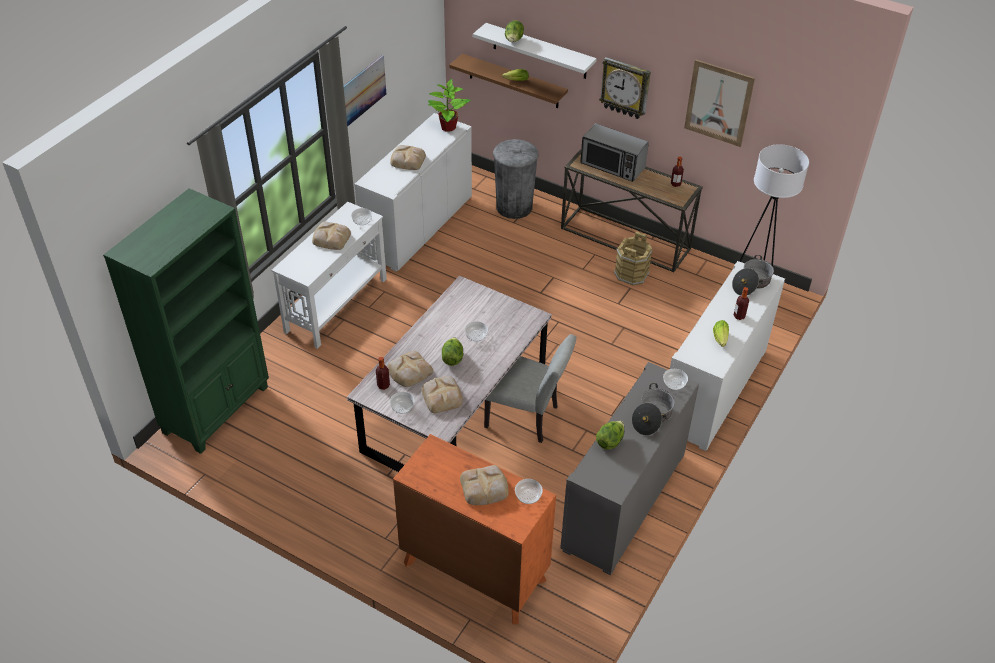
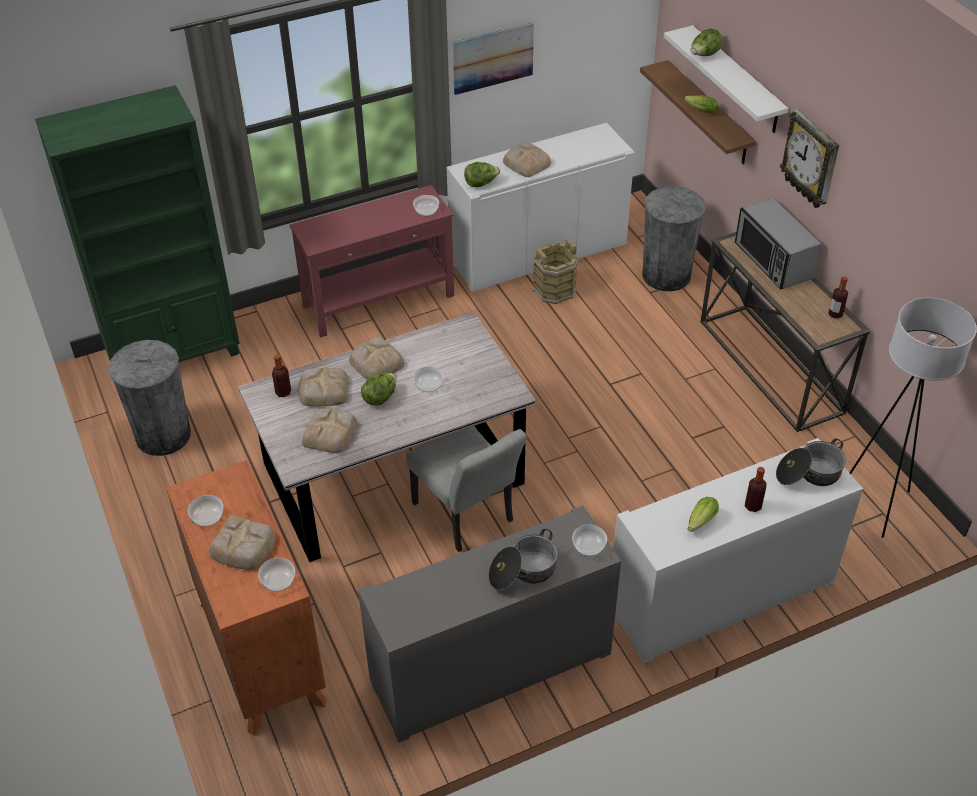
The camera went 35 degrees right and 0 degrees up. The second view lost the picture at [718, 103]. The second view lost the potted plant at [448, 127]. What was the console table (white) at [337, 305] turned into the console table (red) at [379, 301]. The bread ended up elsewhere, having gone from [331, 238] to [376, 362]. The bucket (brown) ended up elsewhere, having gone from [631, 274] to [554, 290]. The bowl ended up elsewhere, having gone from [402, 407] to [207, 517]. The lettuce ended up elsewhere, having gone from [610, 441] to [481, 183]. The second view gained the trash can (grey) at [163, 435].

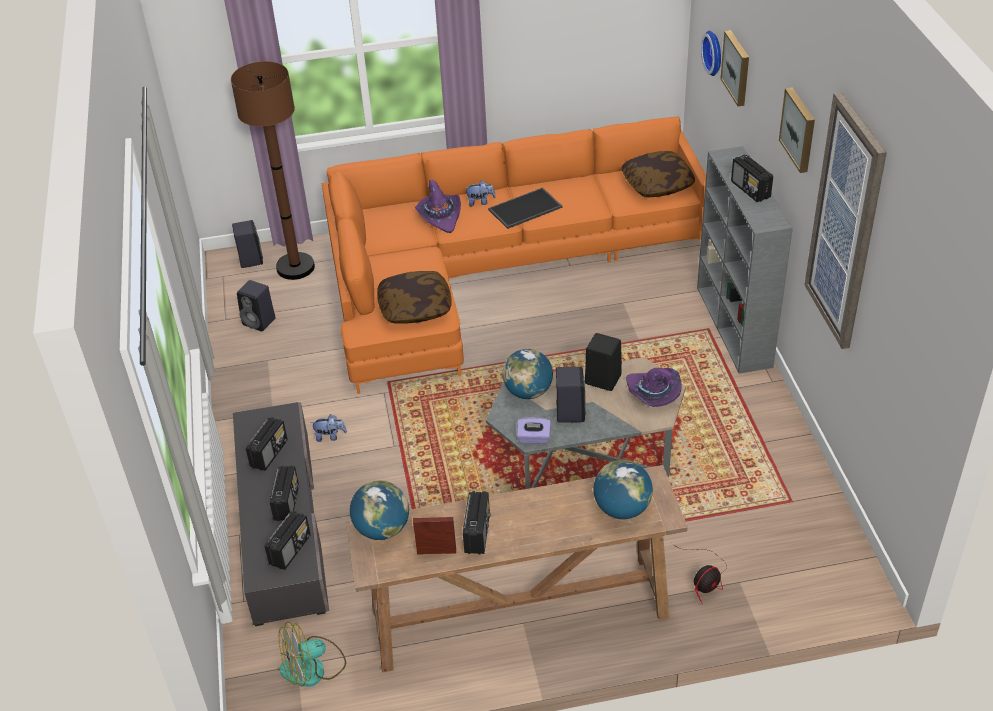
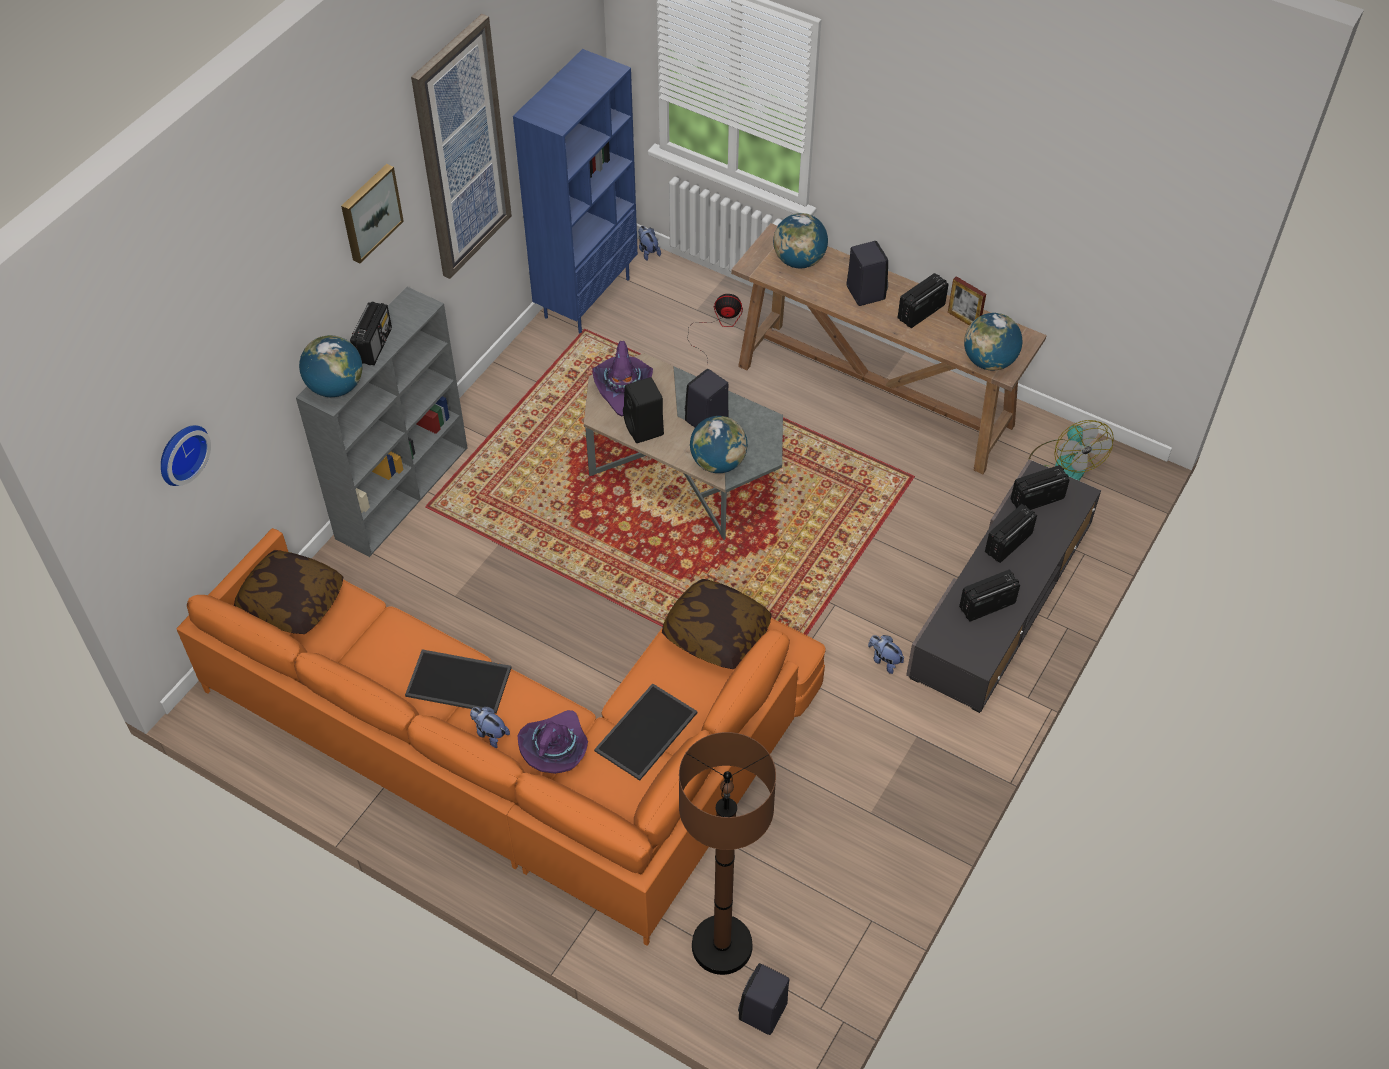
The camera went 140 degrees left and 10 degrees up. The second view lost the picture at [737, 67]. The speaker (black) ended up elsewhere, having gone from [260, 322] to [864, 292]. The second view lost the tissue box (purple) at [534, 438]. The fan at [313, 668] ended up facing another way, 60 degrees clockwise from before. The second view gained the bookcase (blue) at [586, 297]. The second view gained the plush toy at [648, 251]. The second view gained the globe at [336, 387]. The second view gained the tray at [647, 733].

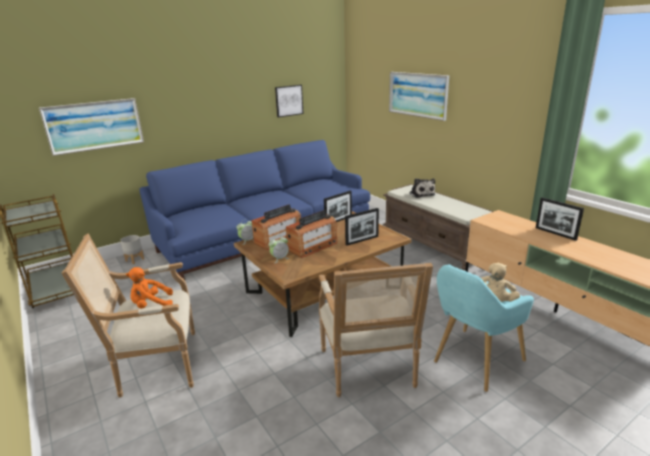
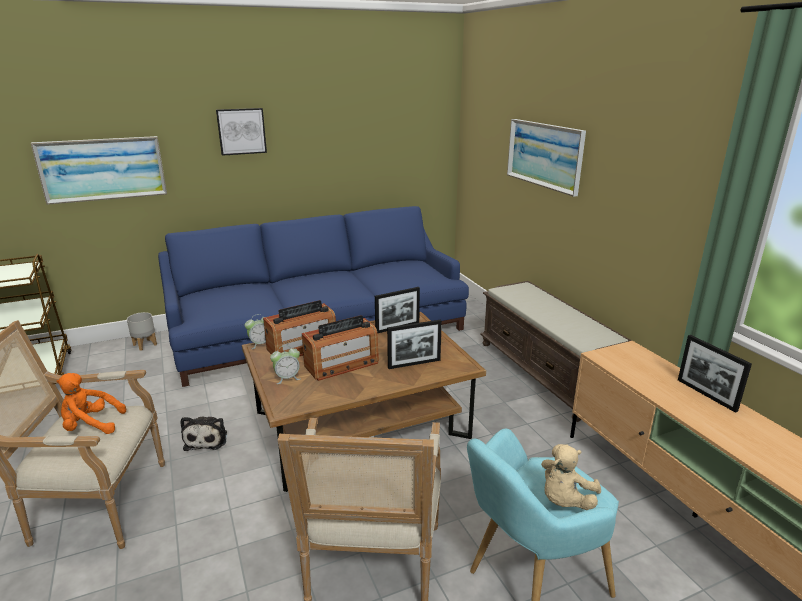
The camera went 10 degrees right and 0 degrees up. The picture ended up elsewhere, having gone from [288, 100] to [241, 131]. The plush toy ended up elsewhere, having gone from [421, 194] to [207, 439].

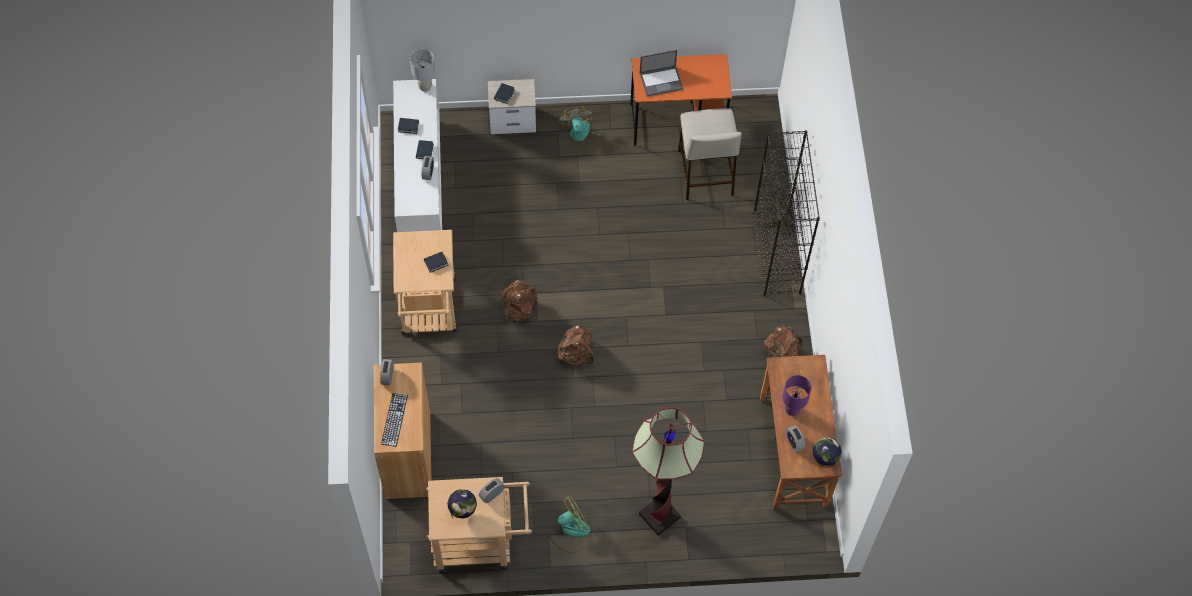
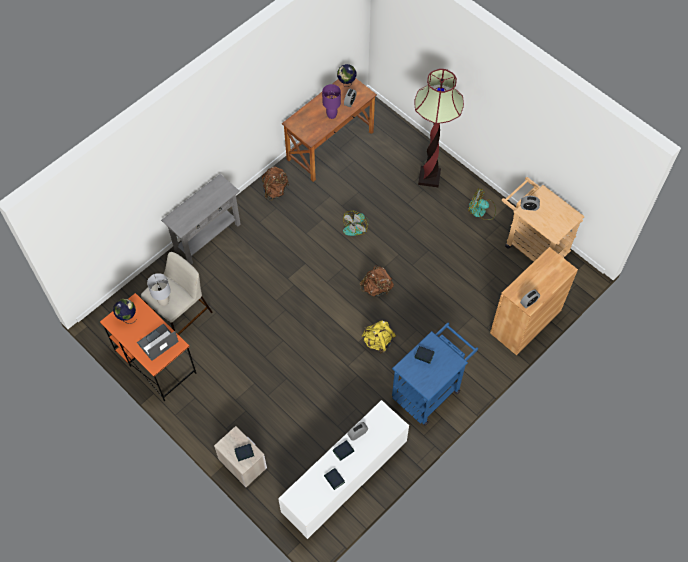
The camera went 130 degrees left and 0 degrees up. The table lamp (grey) ended up elsewhere, having gone from [425, 87] to [164, 301]. The laptop at [661, 81] ended up facing another way, 75 degrees counterclockwise from before. The fan ended up elsewhere, having gone from [581, 136] to [356, 226]. Where the bookcase (black) stood at [777, 253], the console table (grey) came to stand at [207, 237]. What was the cart (beige) at [429, 312] turned into the cart (blue) at [430, 389]. What was the backpack (brown) at [519, 309] turned into the backpack (yellow) at [378, 341]. The second view lost the keyboard at [394, 419]. The globe ended up elsewhere, having gone from [463, 512] to [127, 317].

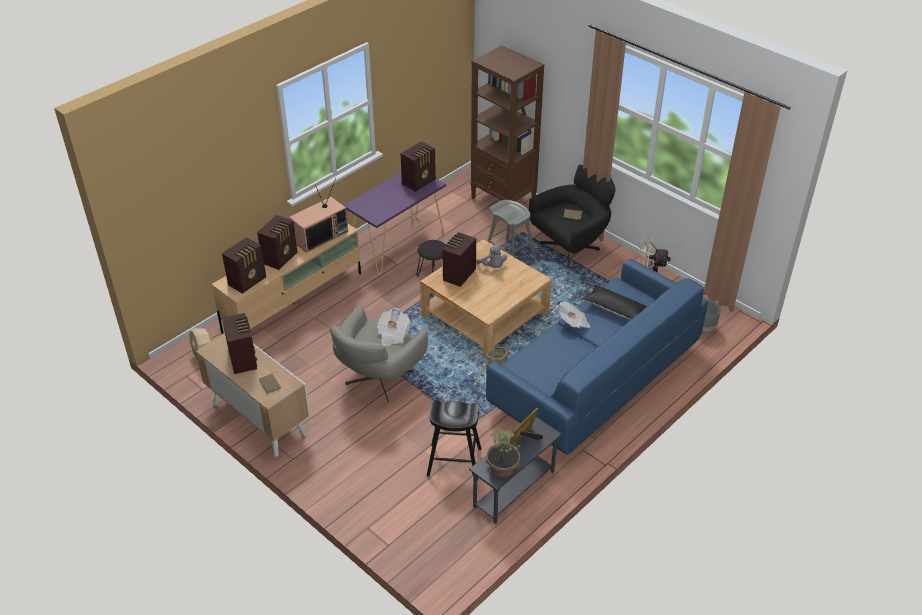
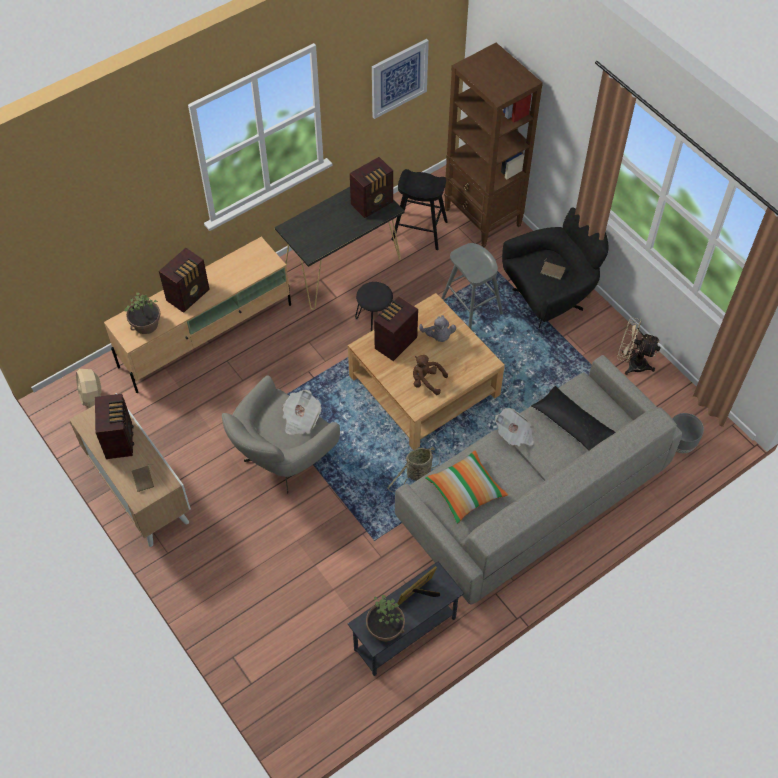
The camera went 10 degrees right and 15 degrees up. What was the console table (purple) at [398, 244] turned into the console table (black) at [342, 267]. The second view lost the television at [320, 235]. Where the radio stood at [248, 281], the potted plant came to stand at [146, 324]. What was the sofa (blue) at [593, 379] turned into the sofa (grey) at [531, 497]. The stool (black) ended up elsewhere, having gone from [454, 462] to [419, 231]. The second view gained the picture at [399, 78]. The second view gained the plush toy (brown) at [426, 381]. The second view gained the pillow at [465, 491].

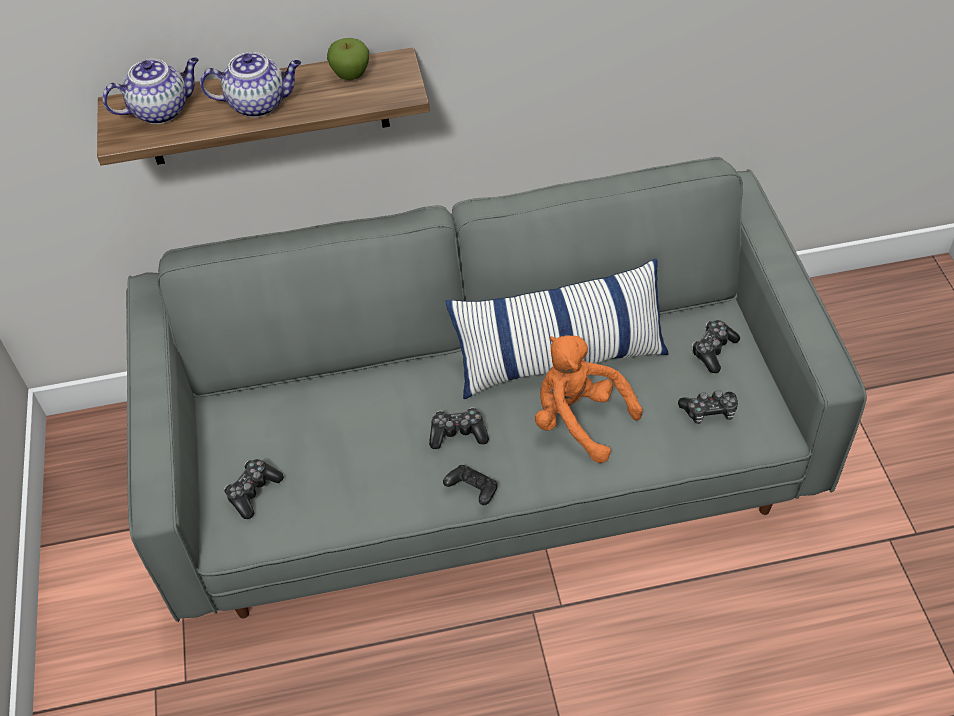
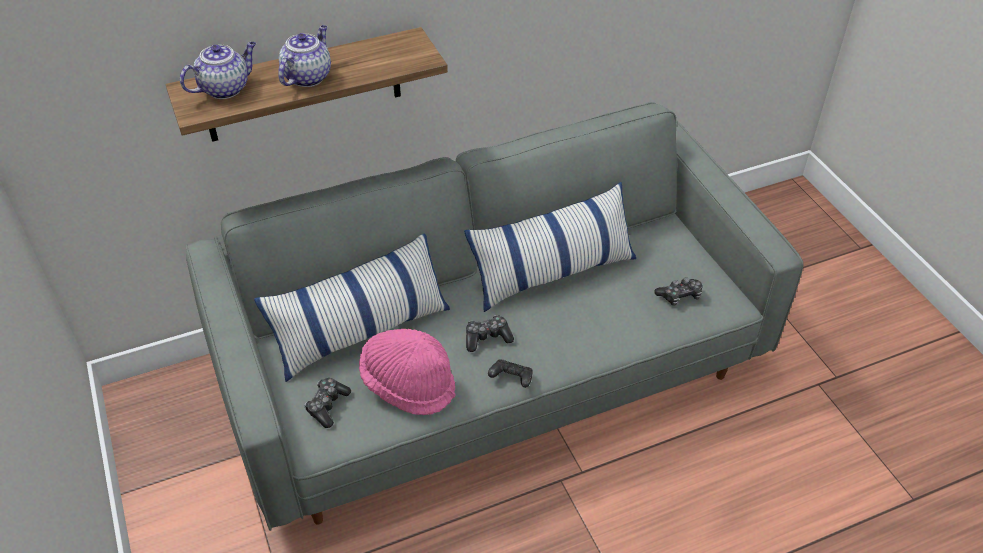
The camera went 15 degrees left and 5 degrees down. The second view lost the apple at [351, 75]. The teapot at [259, 104] ended up facing another way, 45 degrees counterclockwise from before. The second view lost the game controller at [713, 350]. The second view lost the plush toy (orange) at [579, 419]. The second view gained the pillow at [361, 331]. The second view gained the hat (pink) at [408, 384].

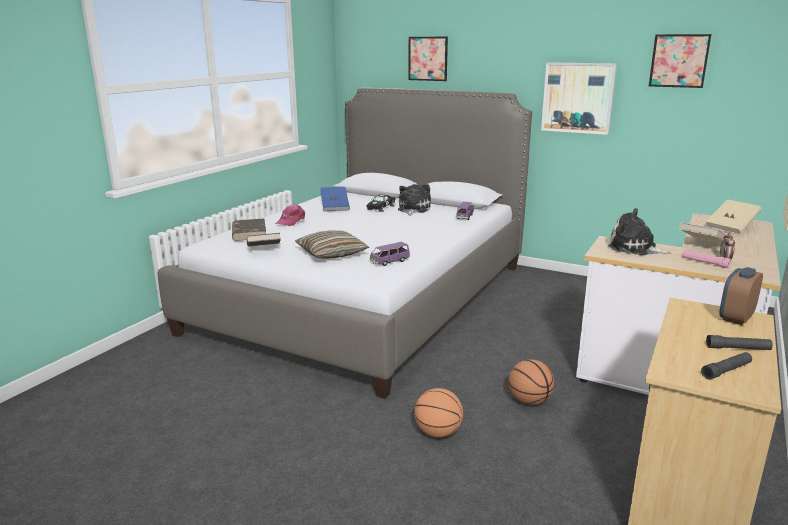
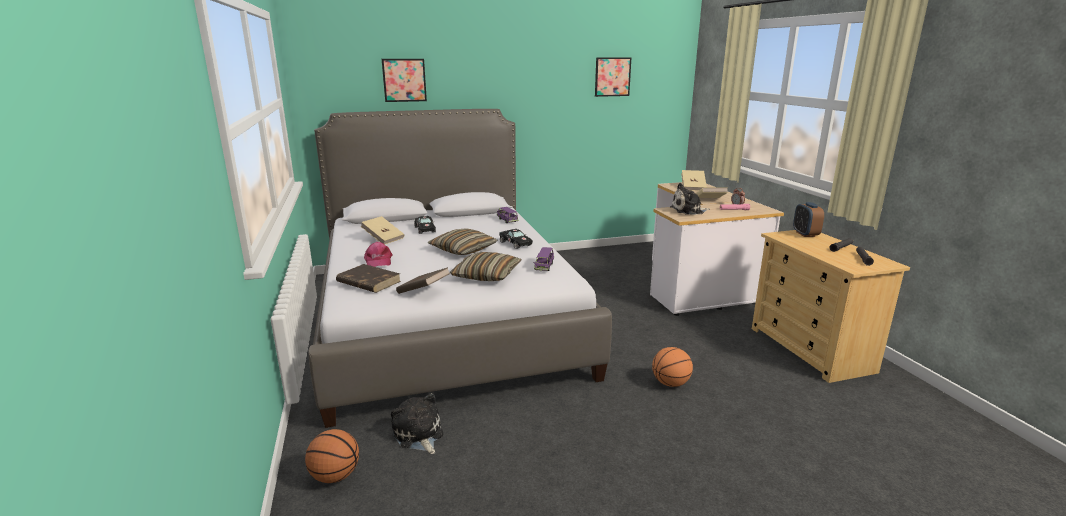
The camera went 45 degrees left and 0 degrees up. The second view lost the picture at [577, 98]. The plush toy ended up elsewhere, having gone from [413, 209] to [418, 435]. What was the book (blue) at [335, 207] turned into the book (beige) at [383, 239]. The basketball ended up elsewhere, having gone from [529, 401] to [335, 476]. The second view gained the pillow at [463, 250]. The second view gained the toy car (black) at [515, 243].

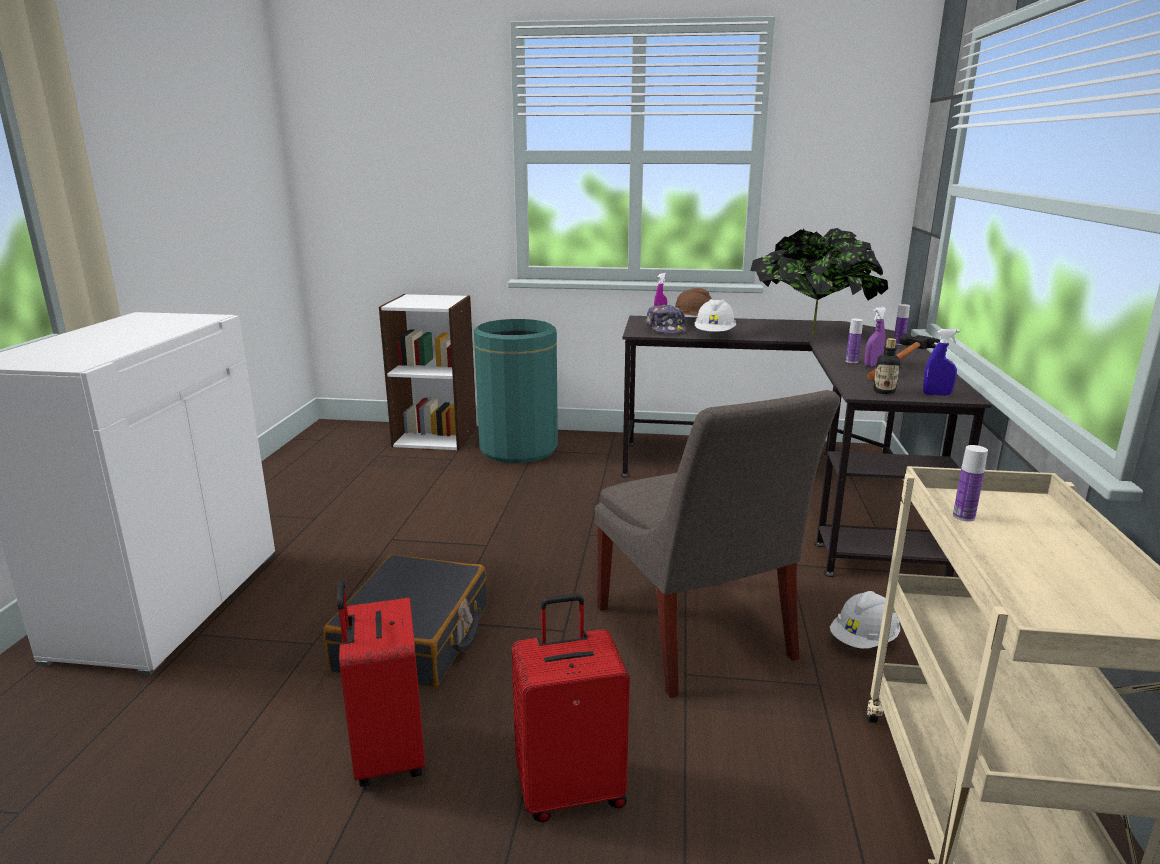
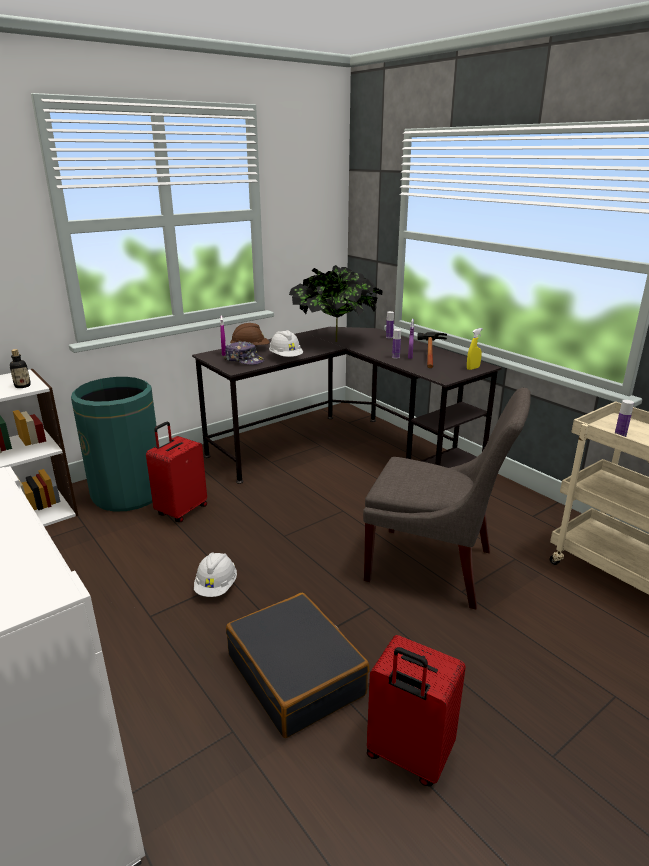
The camera went 45 degrees left and 5 degrees up. What was the spray bottle (blue) at [937, 394] turned into the spray bottle (yellow) at [473, 368]. The bottle ended up elsewhere, having gone from [884, 391] to [22, 386]. The hard hat (white) ended up elsewhere, having gone from [863, 640] to [216, 587]. The suitcase (red) ended up elsewhere, having gone from [570, 789] to [181, 510].

